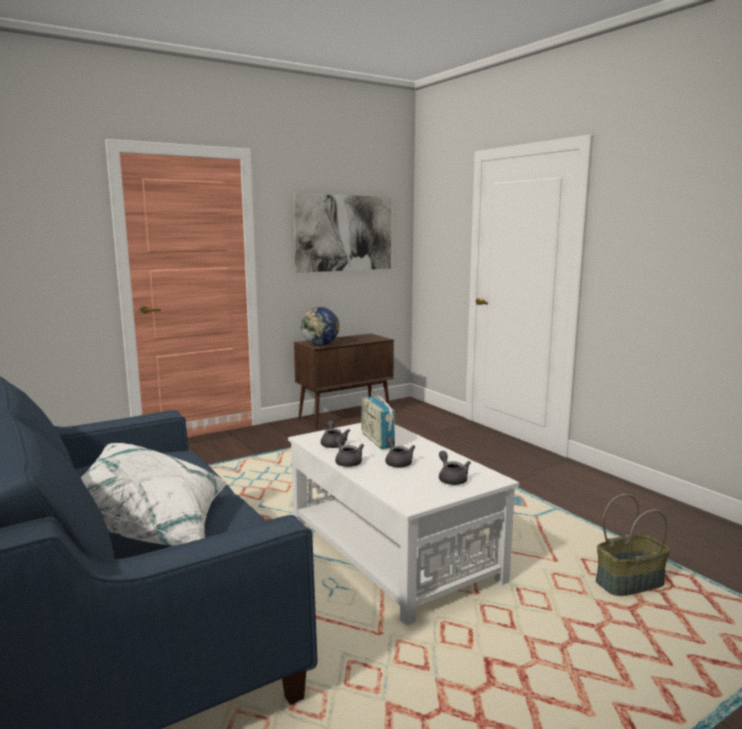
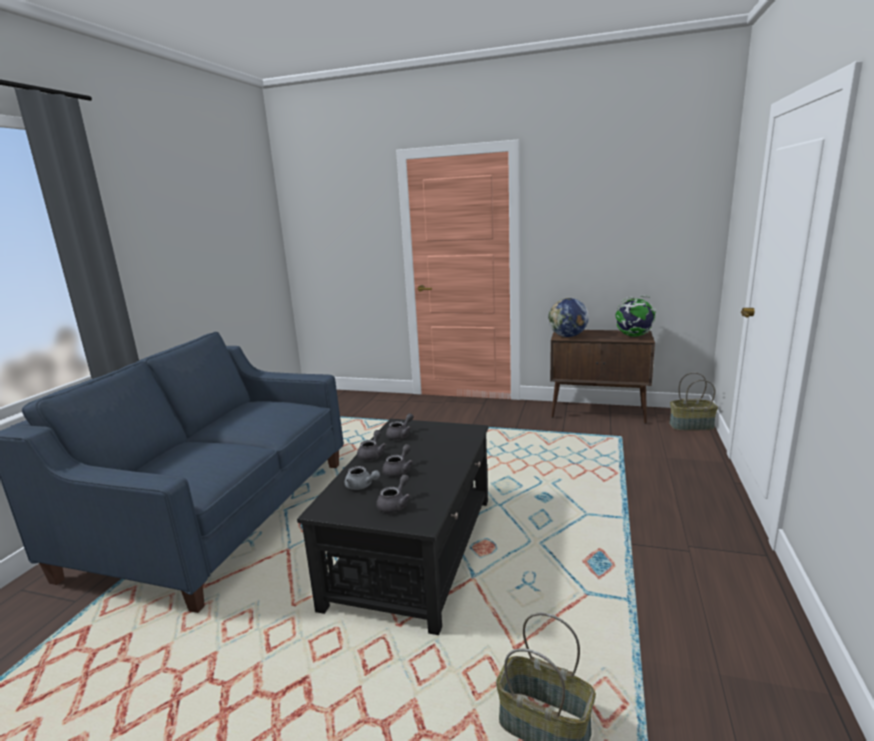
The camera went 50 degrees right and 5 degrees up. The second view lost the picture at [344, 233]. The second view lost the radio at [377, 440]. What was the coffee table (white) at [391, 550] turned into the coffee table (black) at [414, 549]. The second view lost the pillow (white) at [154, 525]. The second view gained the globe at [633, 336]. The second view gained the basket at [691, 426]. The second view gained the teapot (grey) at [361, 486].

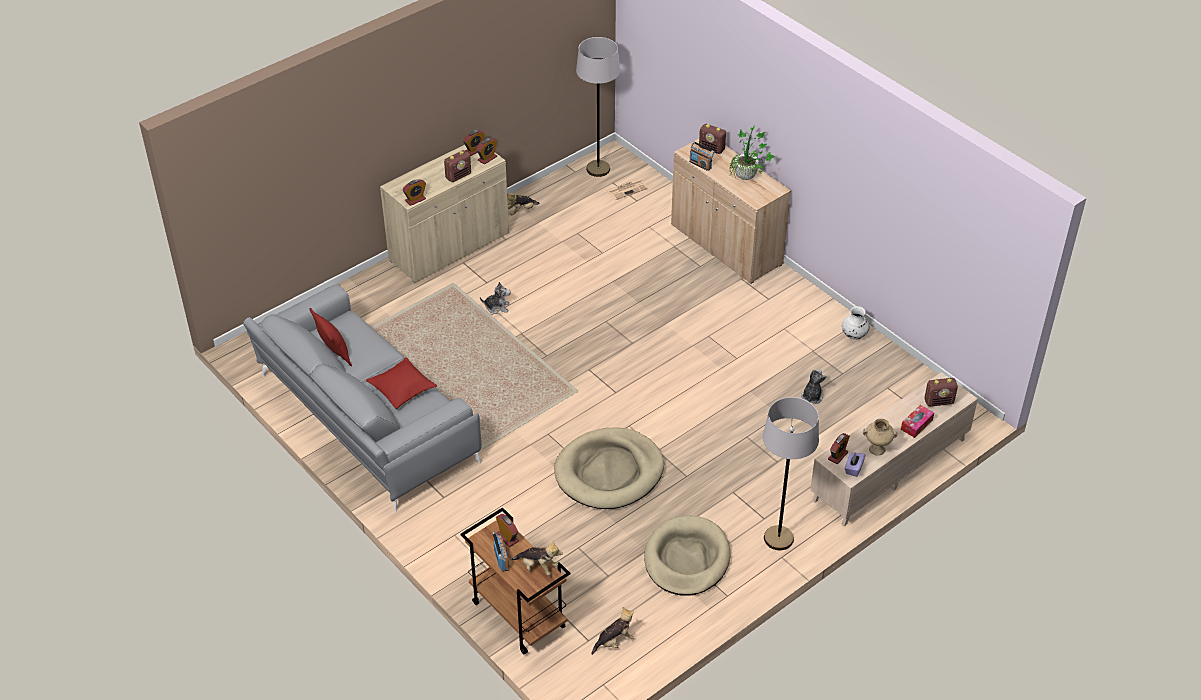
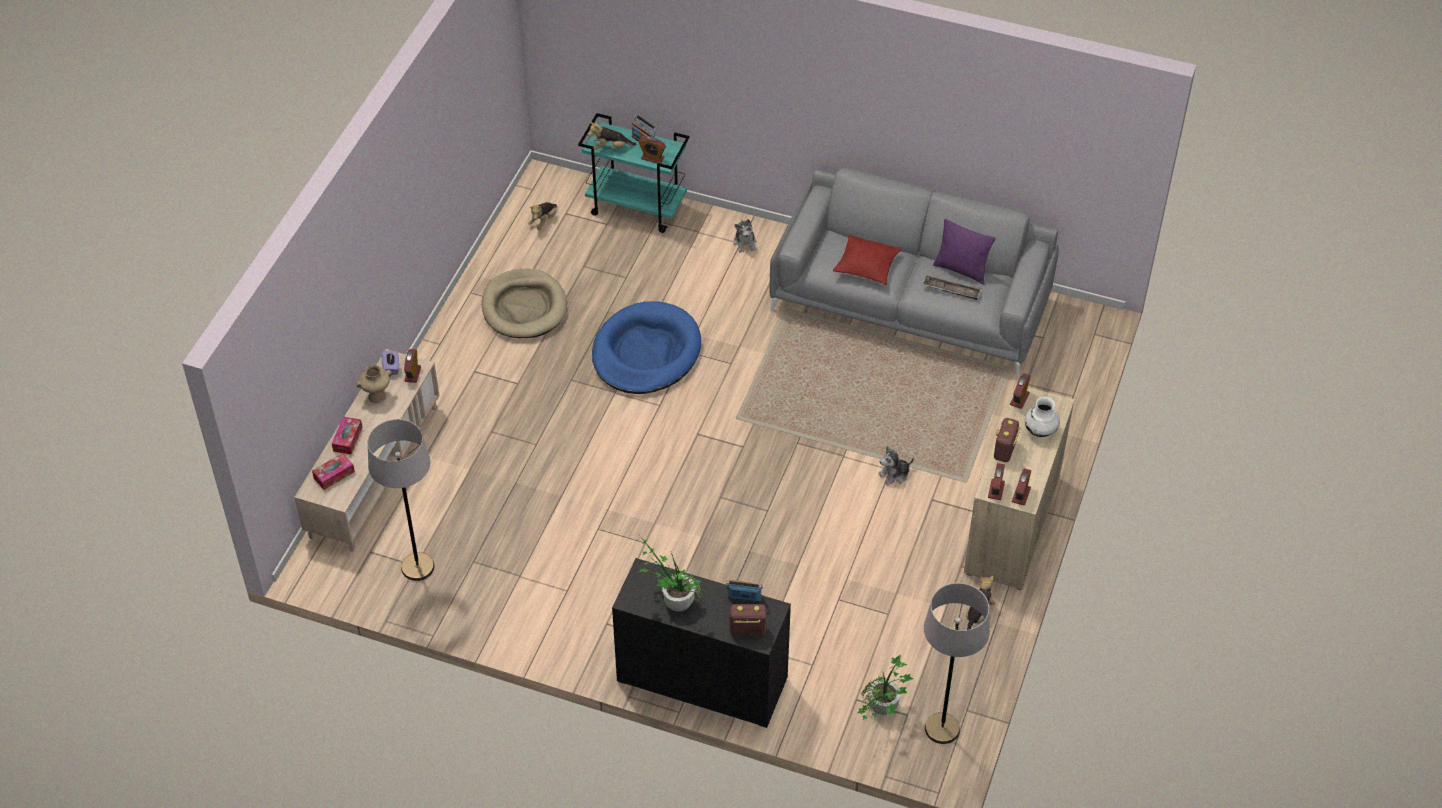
The camera went 150 degrees right and 5 degrees up. What was the cabinet (beige) at [726, 245] turned into the cabinet (black) at [702, 680]. Where the newspaper stood at [627, 189], the potted plant came to stand at [881, 712]. The vase (white) ended up elsewhere, having gone from [854, 335] to [1040, 430]. What was the pillow (red) at [334, 353] turned into the pillow (purple) at [961, 270]. The plush toy ended up elsewhere, having gone from [812, 396] to [745, 242]. Where the radio stood at [939, 401], the tissue box came to stand at [334, 475]. The floor lamp (grey) ended up elsewhere, having gone from [778, 538] to [417, 567]. What was the dog bed (beige) at [609, 472] turned into the dog bed (blue) at [646, 352]. What was the cart (brown) at [517, 614] turned into the cart (turquoise) at [637, 207]. The second view gained the tray at [951, 290].

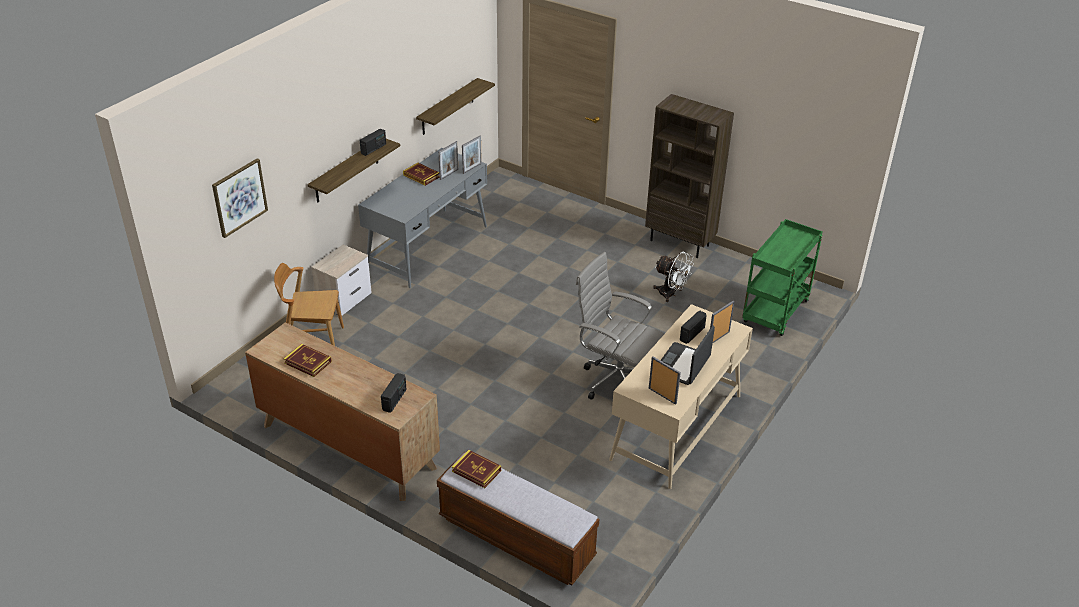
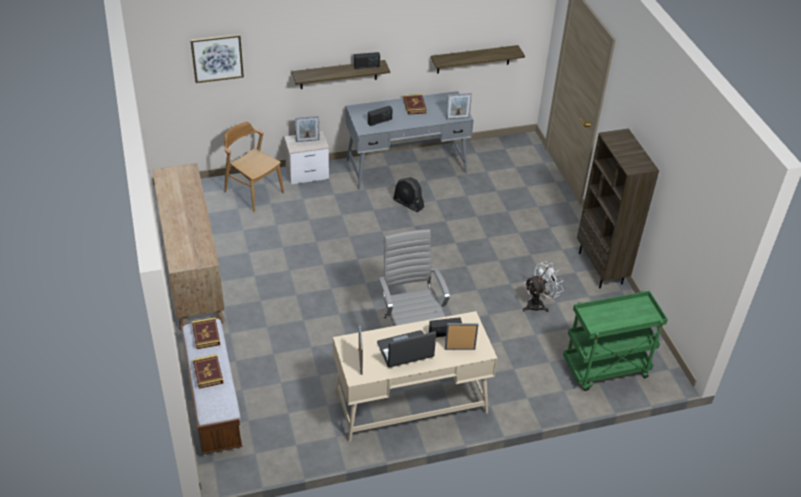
The camera went 40 degrees right and 5 degrees up. The picture frame ended up elsewhere, having gone from [449, 174] to [307, 140]. The fan (white) at [671, 294] ended up facing another way, 105 degrees counterclockwise from before. The book ended up elsewhere, having gone from [308, 362] to [208, 373]. The radio ended up elsewhere, having gone from [394, 400] to [380, 121]. The second view gained the fan (black) at [408, 203].

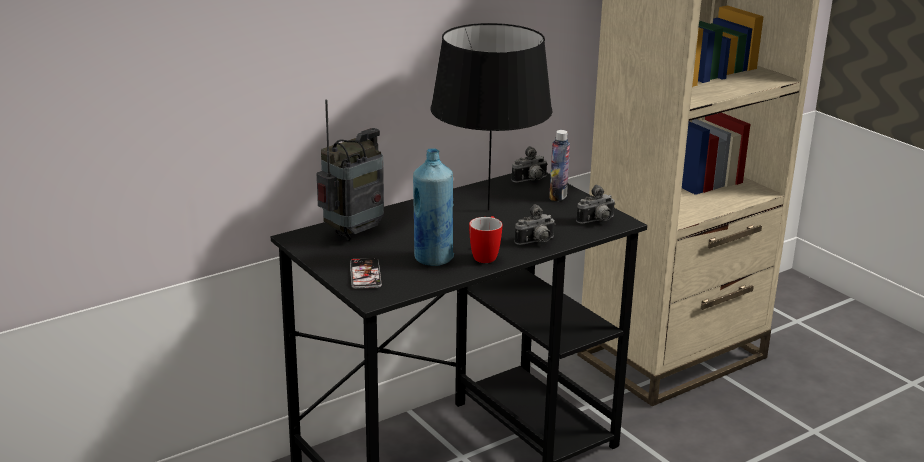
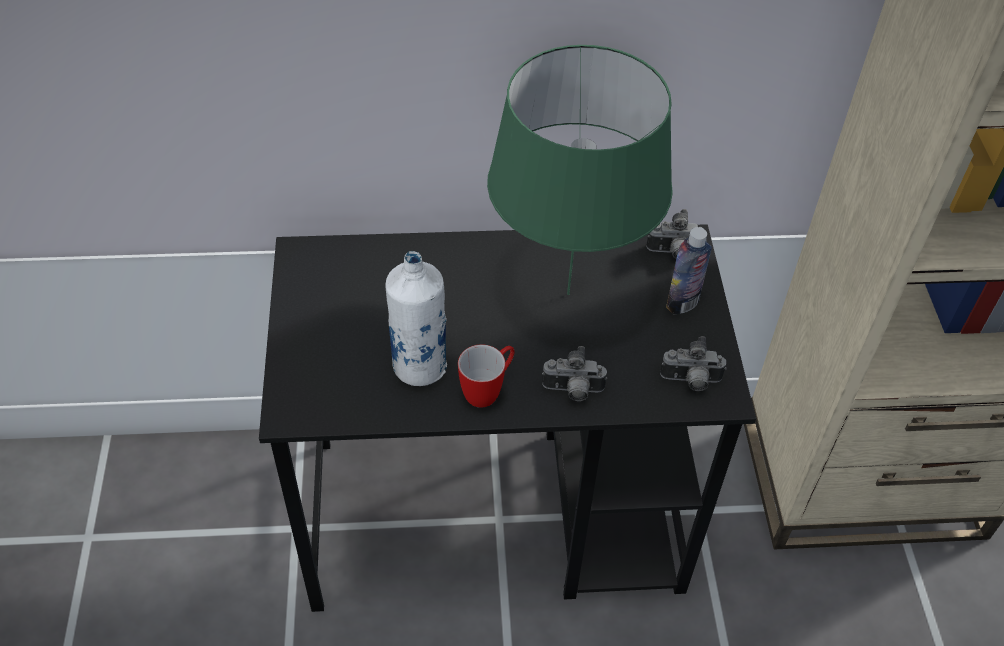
The camera went 30 degrees right and 25 degrees up. What was the table lamp (black) at [487, 210] turned into the table lamp (green) at [567, 293]. The second view lost the radio at [354, 233]. What was the bottle (blue) at [433, 258] turned into the bottle (white) at [419, 366]. The second view lost the phone at [365, 274].

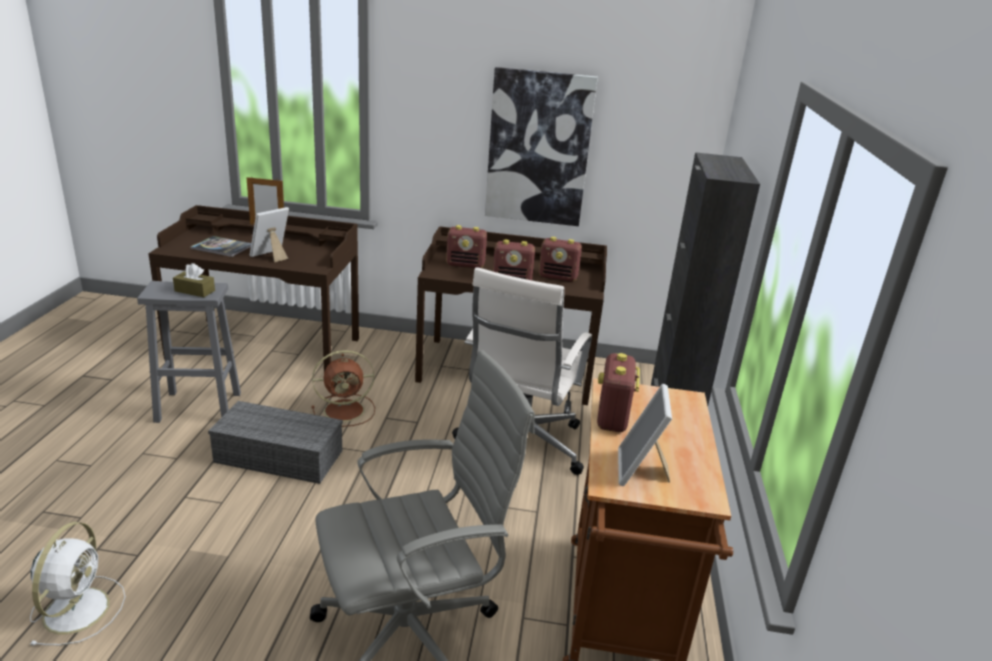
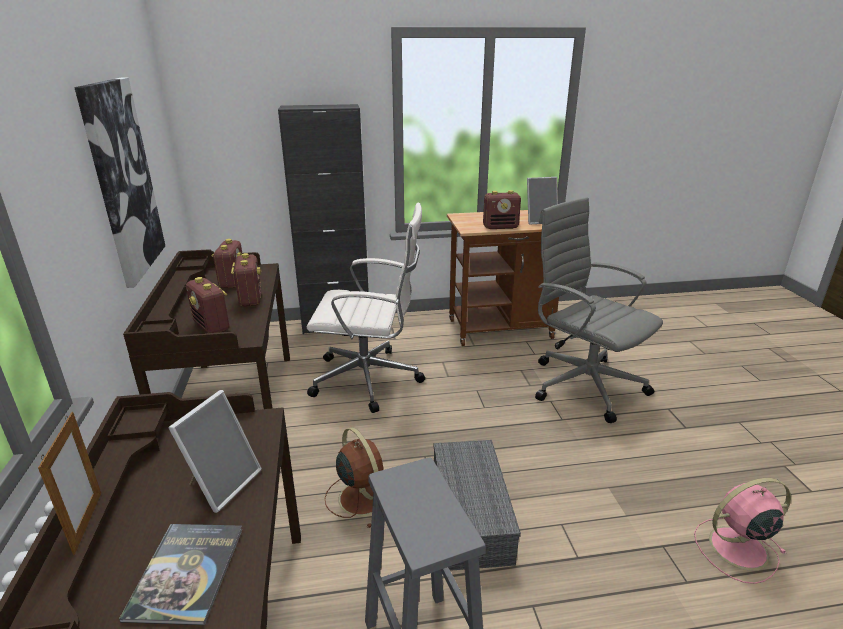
The camera went 105 degrees left and 0 degrees up. The picture frame at [272, 256] ended up facing another way, 90 degrees counterclockwise from before. The radio at [466, 265] ended up facing another way, 150 degrees clockwise from before. The second view lost the tissue box (brown) at [194, 291]. What was the fan (white) at [78, 608] turned into the fan (pink) at [736, 548].

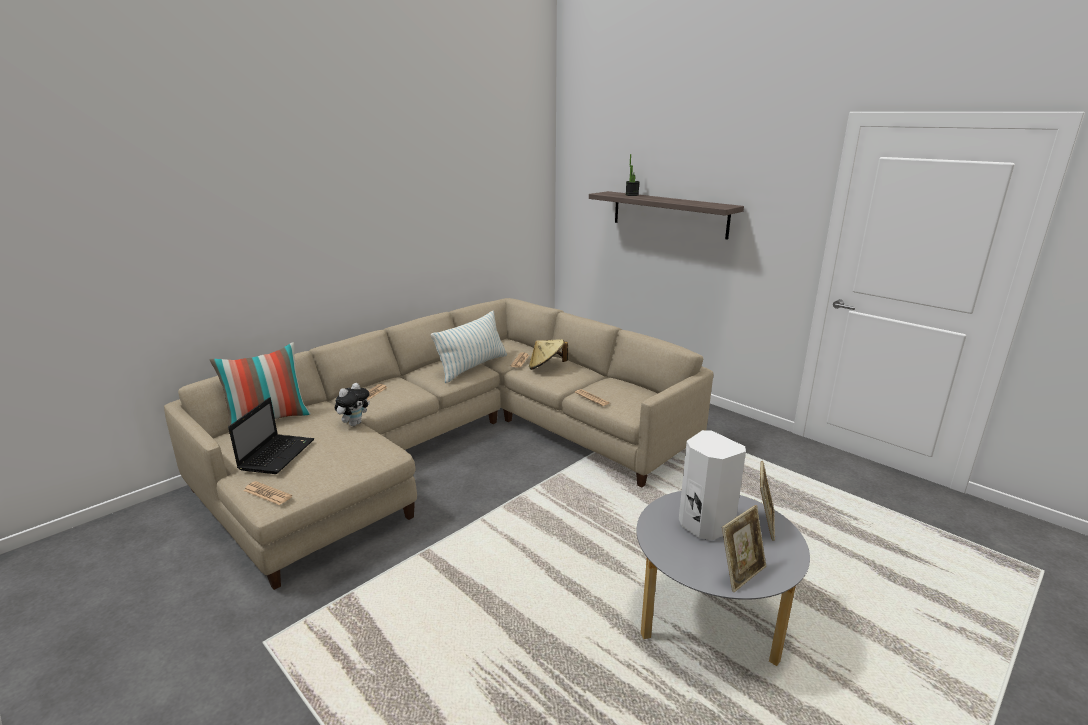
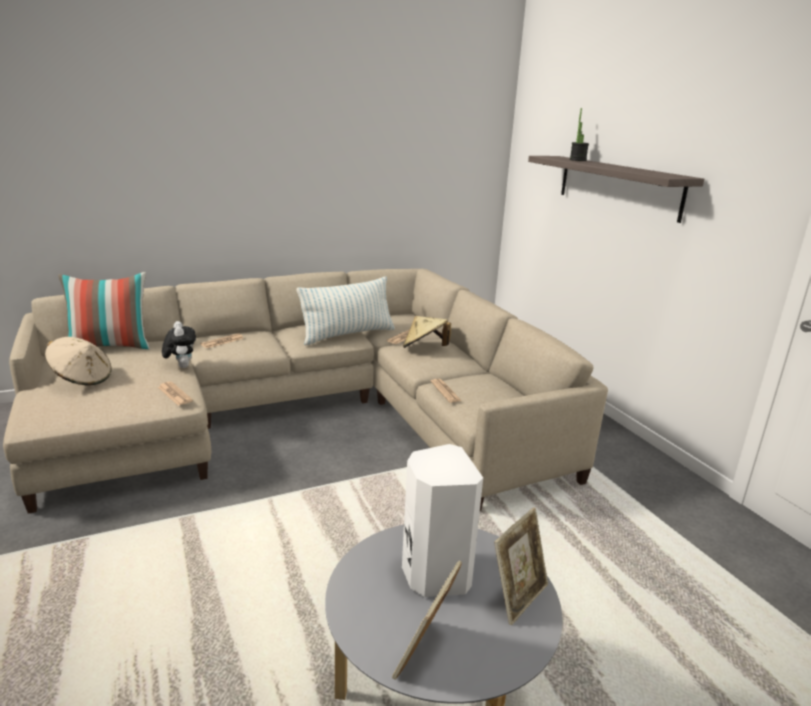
The camera went 20 degrees right and 0 degrees up. The plush toy at [354, 423] ended up facing another way, 75 degrees counterclockwise from before. Where the laptop stood at [277, 454], the hat (beige) came to stand at [82, 378]. The newspaper ended up elsewhere, having gone from [267, 494] to [175, 394]. The picture frame at [740, 573] ended up facing another way, 135 degrees clockwise from before.

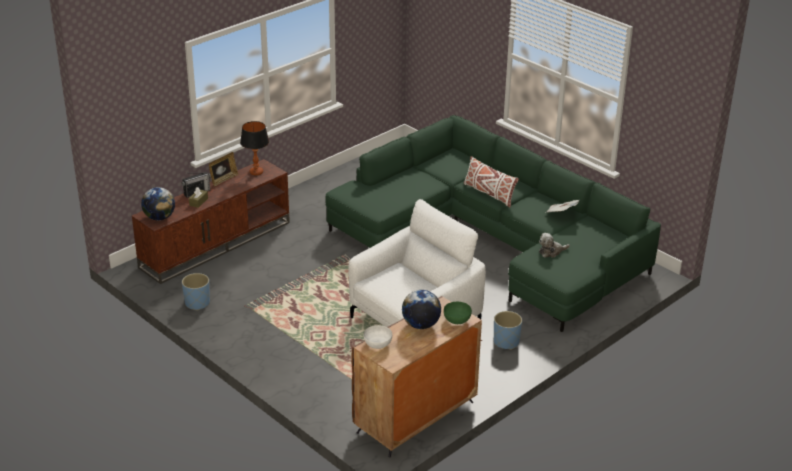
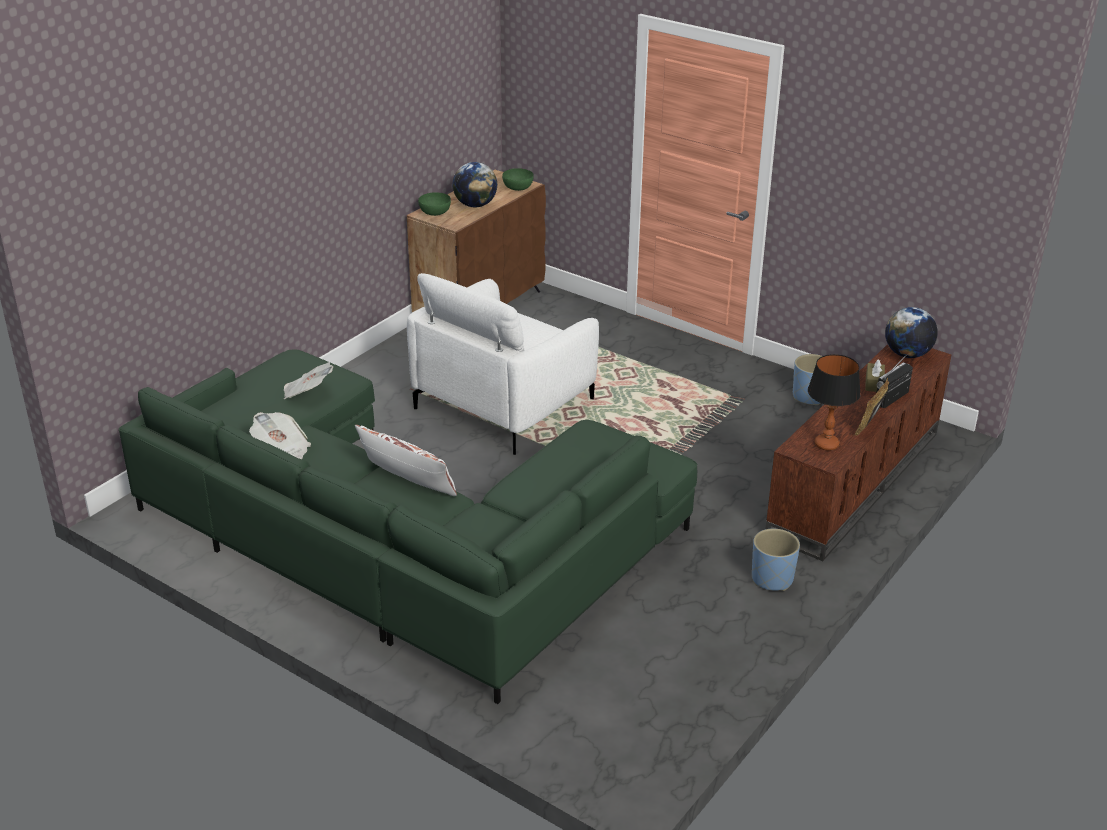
The camera went 170 degrees right and 0 degrees up. Where the plush toy stood at [551, 252], the newspaper came to stand at [307, 393]. The planter (blue) ended up elsewhere, having gone from [506, 342] to [772, 579]. What was the bowl (white) at [378, 344] turned into the bowl (green) at [517, 187].

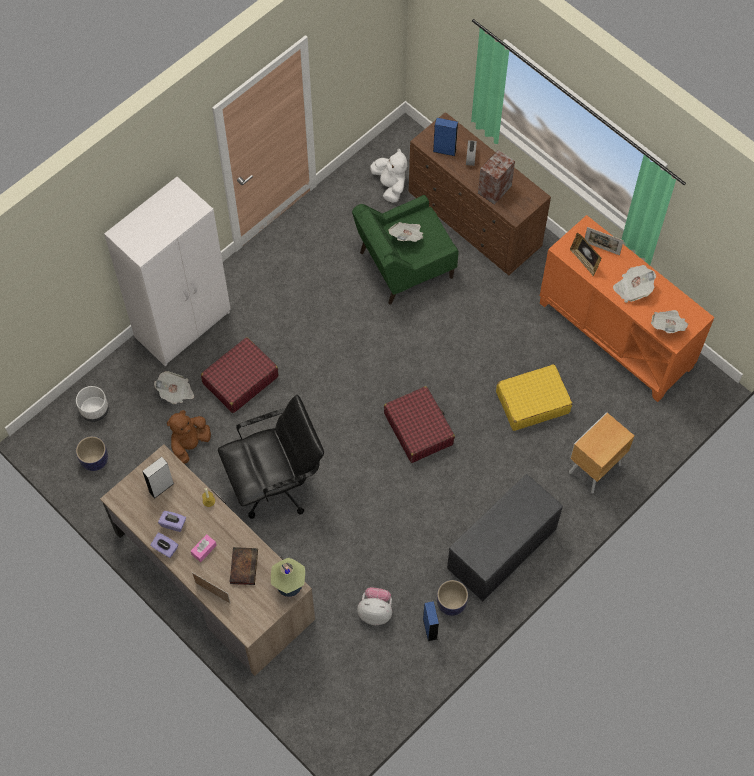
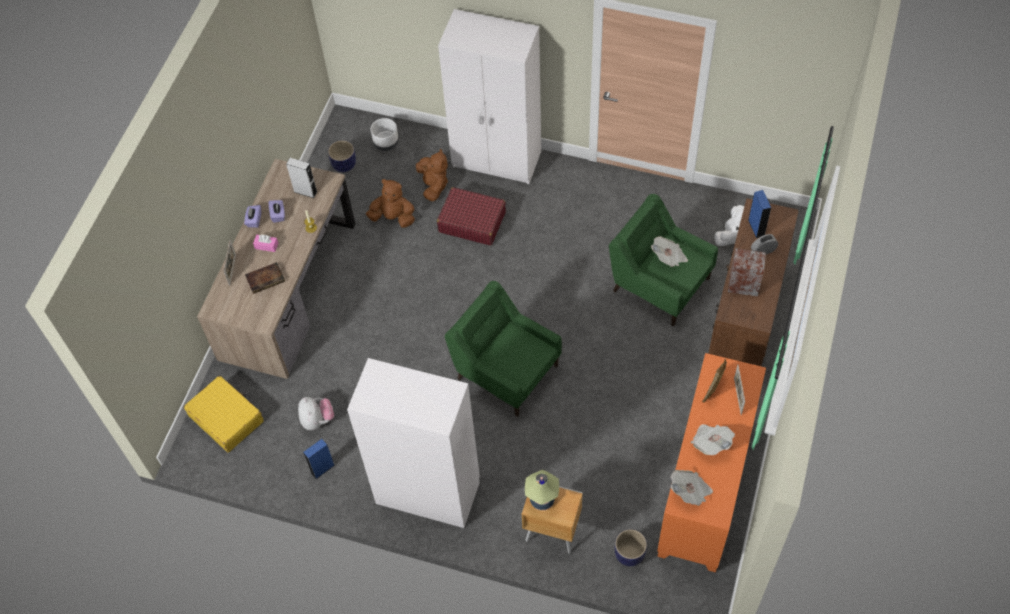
The camera went 65 degrees right and 5 degrees down. The suitcase (yellow) ended up elsewhere, having gone from [532, 402] to [226, 418]. Where the newspaper stood at [176, 392], the plush toy (brown) came to stand at [433, 185]. Where the suitcase (red) stood at [418, 429], the armchair (green) came to stand at [506, 371]. The second view lost the office chair (black) at [276, 483]. Where the bench (grey) stood at [502, 550], the wardrobe (white) came to stand at [427, 491]. The table lamp ended up elsewhere, having gone from [289, 586] to [542, 500]. The planter ended up elsewhere, having gone from [451, 604] to [629, 554].

